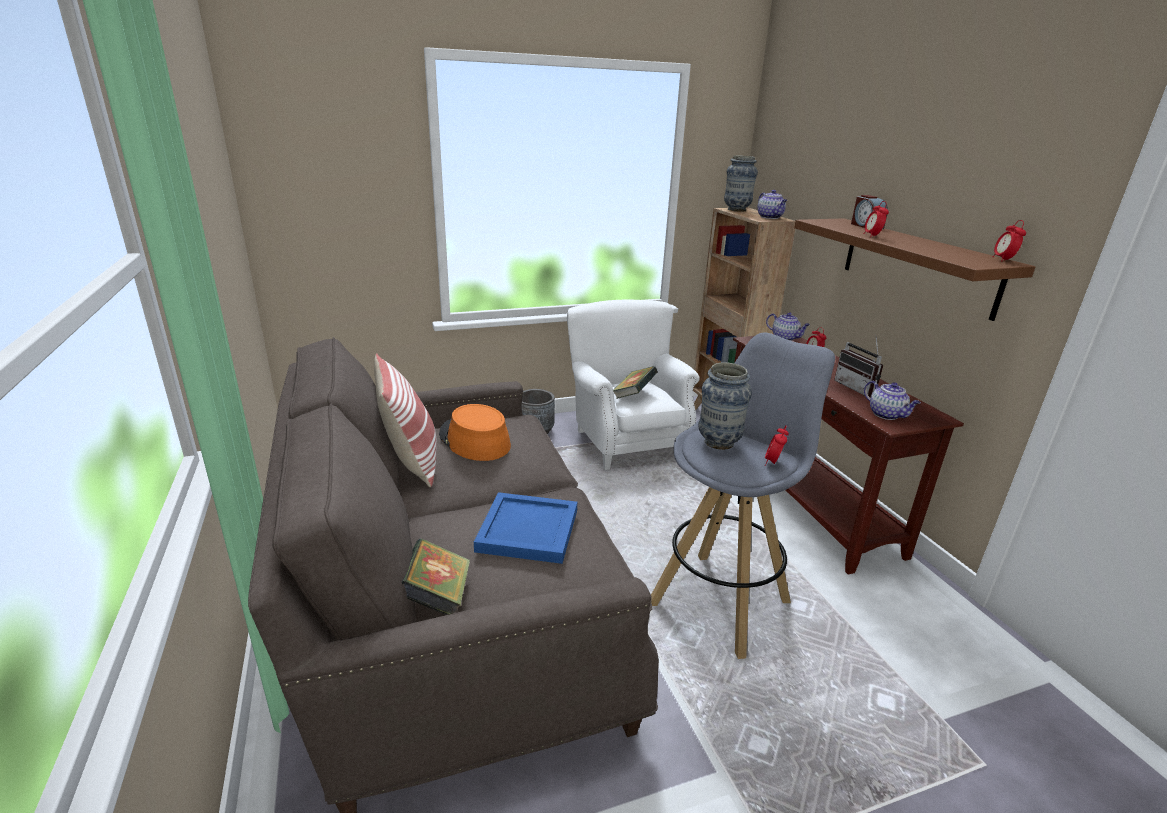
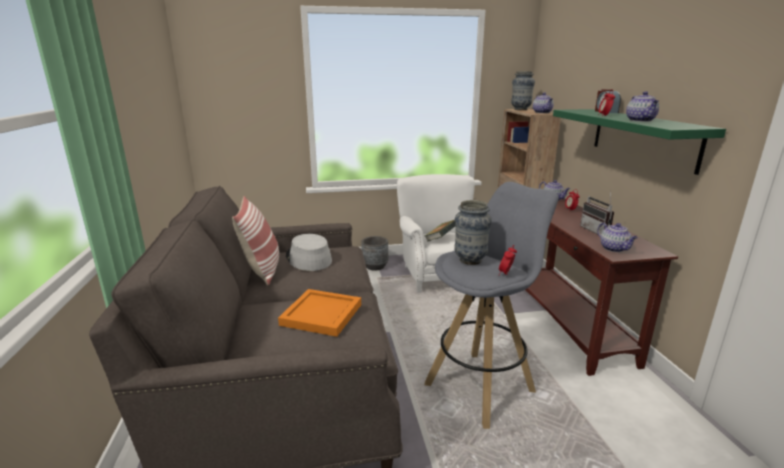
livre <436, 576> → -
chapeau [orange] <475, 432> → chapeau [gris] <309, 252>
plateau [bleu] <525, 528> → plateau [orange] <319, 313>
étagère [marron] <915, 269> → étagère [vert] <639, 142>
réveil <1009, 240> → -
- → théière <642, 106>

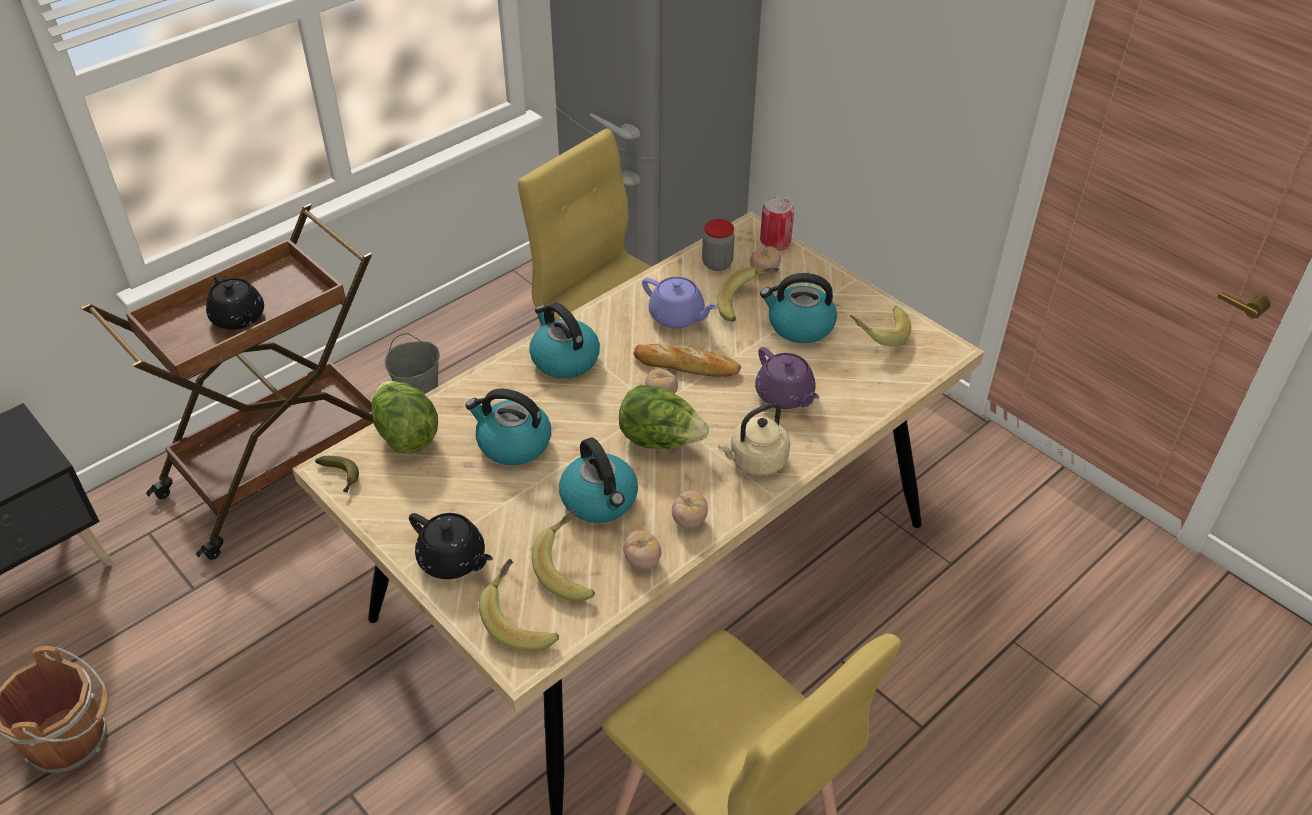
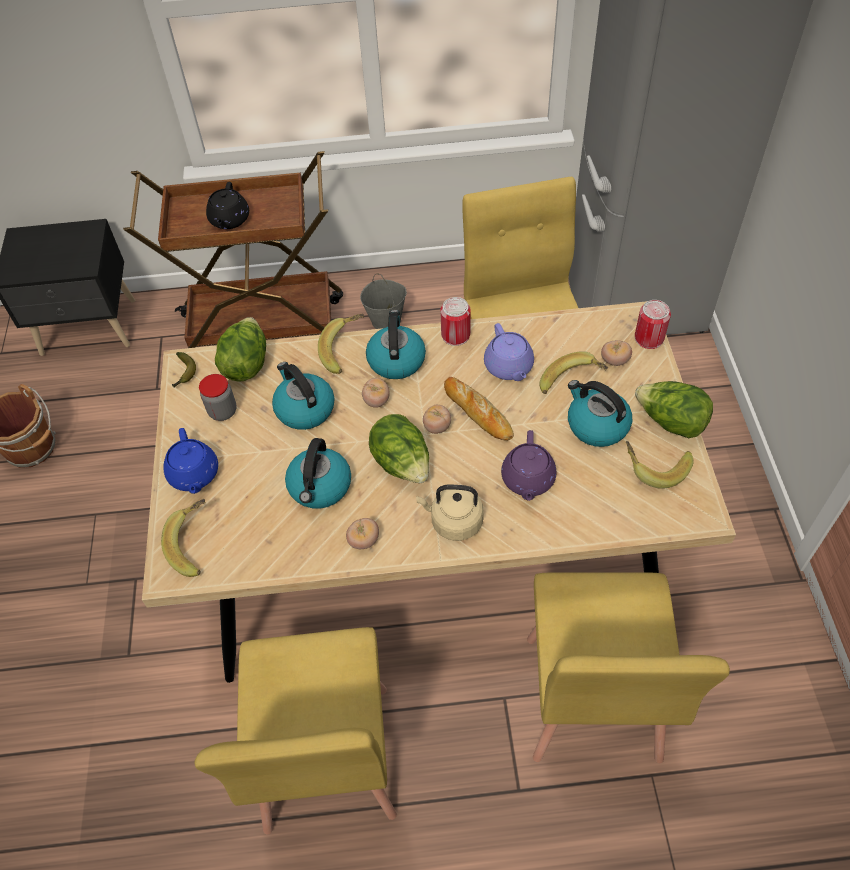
théière [noir] <451, 546> → théière [bleu] <190, 461>
banane <563, 555> → banane <341, 344>, moved
tomate <642, 549> → tomate <376, 393>, moved
bocal <718, 245> → bocal <218, 397>, moved
- → boîte métallique <455, 321>
- → chaise [jaune] <628, 667>
- → laitue <674, 409>

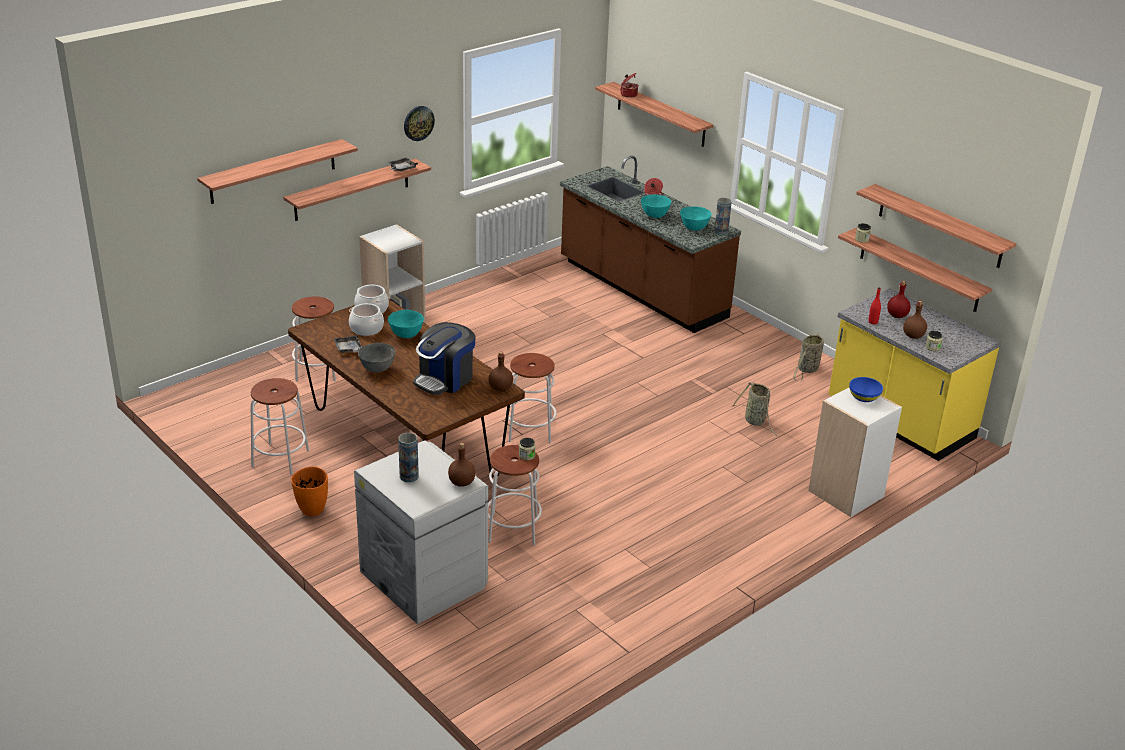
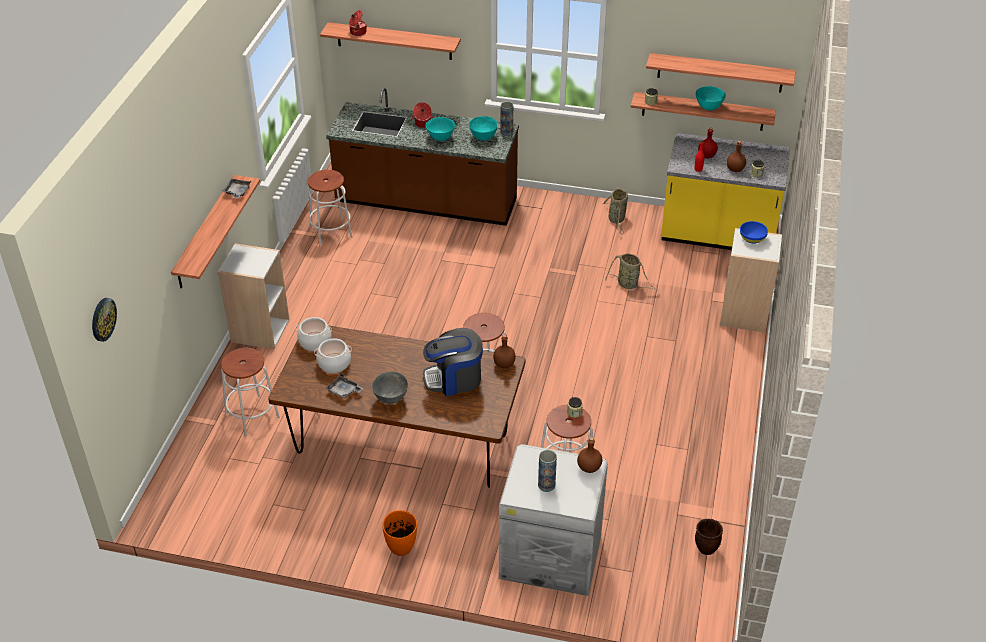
étagère <277, 171> → -
tabouret [blanc] <280, 426> → tabouret [blanc] <330, 207>, moved
bol [turquoise] <406, 324> → bol [turquoise] <710, 98>, moved
horloge murale <419, 123> → horloge murale <104, 320>, moved
machine à café <444, 358> → machine à café <453, 362>, 75 degrees clockwise
- → cache-pot [marron] <709, 537>

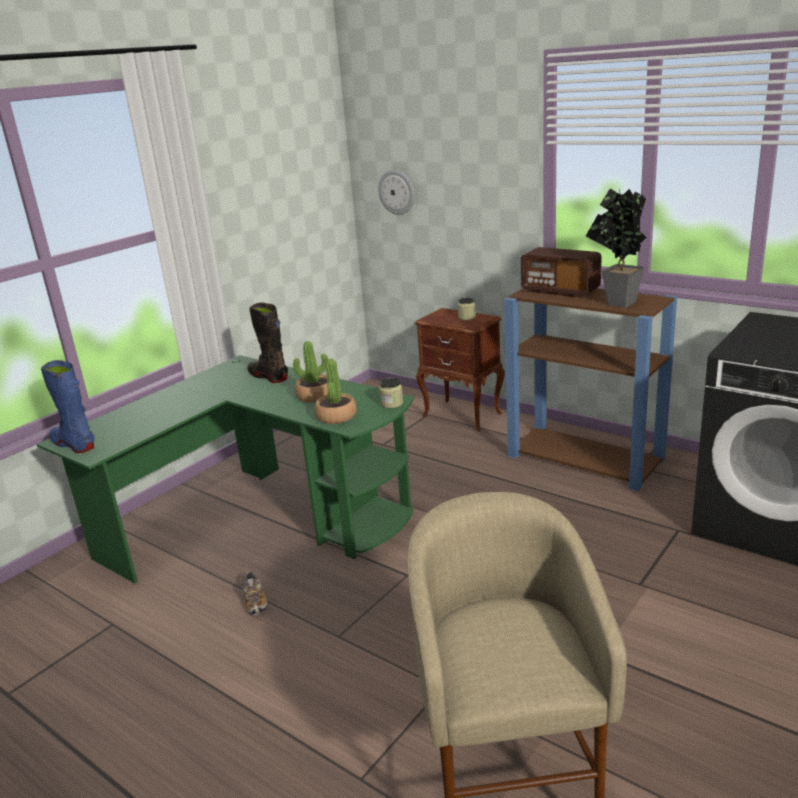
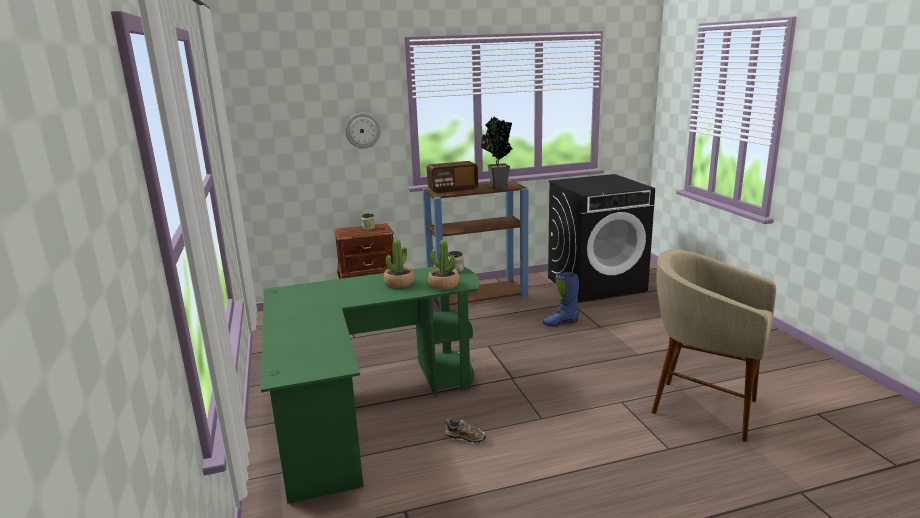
botte [bleu] <67, 406> → botte [bleu] <561, 299>, moved
botte [noir] <267, 342> → -
horloge murale <396, 192> → horloge murale <363, 131>, moved

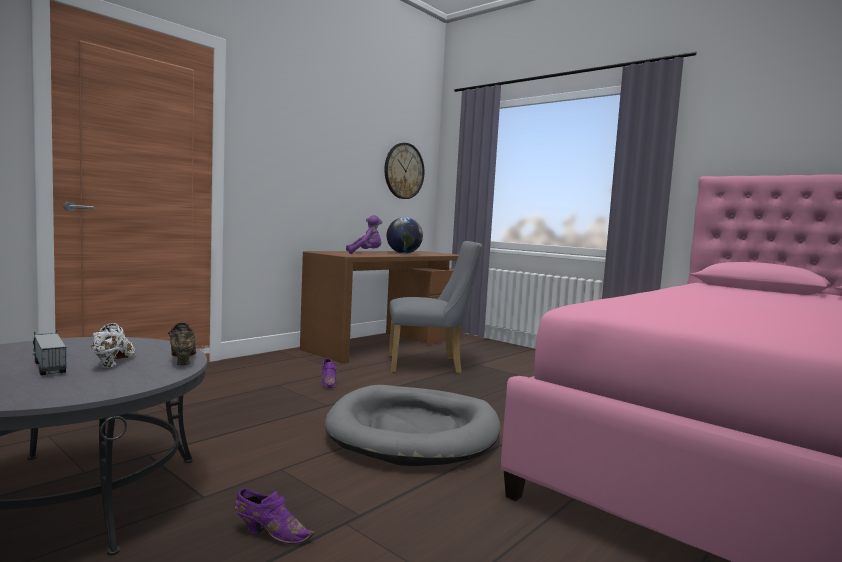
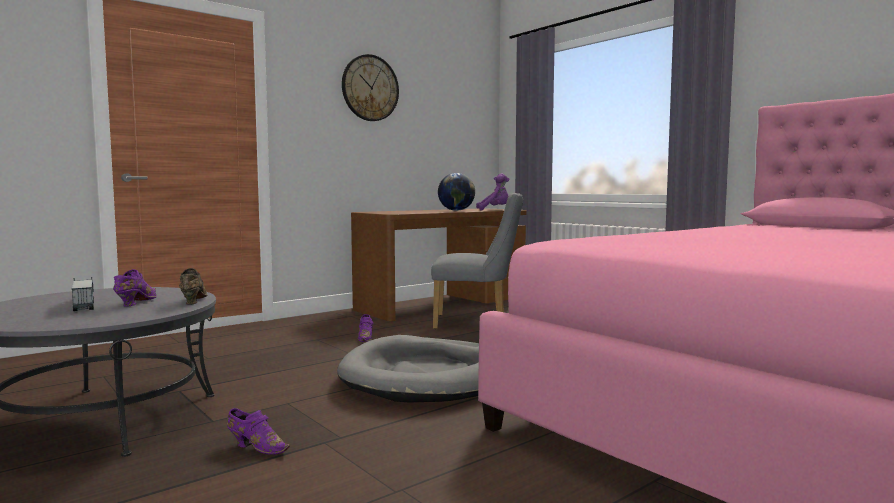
chaussure [blanc] <113, 345> → chaussure [violet] <135, 288>
peluche [violet] <364, 234> → peluche [violet] <492, 192>, moved
horloge murale <404, 171> → horloge murale <370, 87>, moved

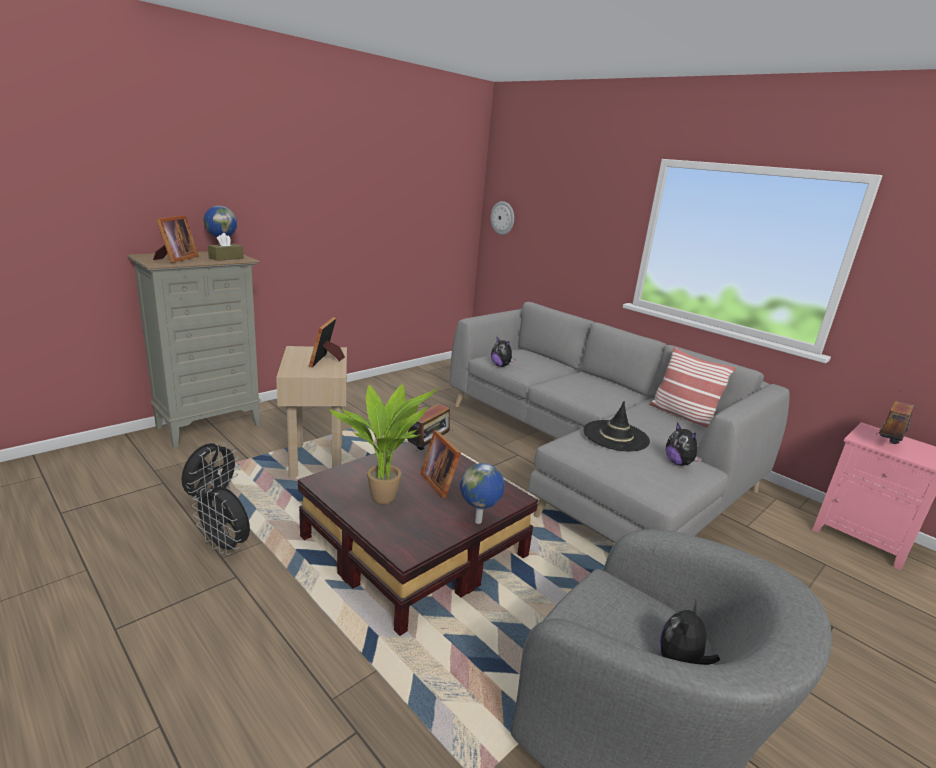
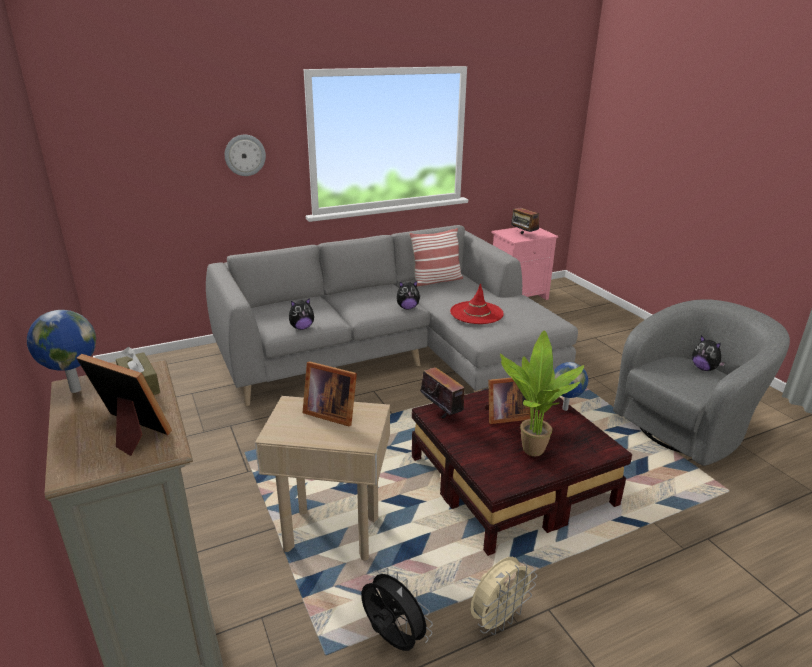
ventilateur [noir] <221, 520> → ventilateur [beige] <503, 596>
horloge murale <502, 218> → horloge murale <245, 155>, moved
chapeau [noir] <616, 426> → chapeau [rouge] <477, 303>
peluche <684, 444> → peluche <408, 295>, moved

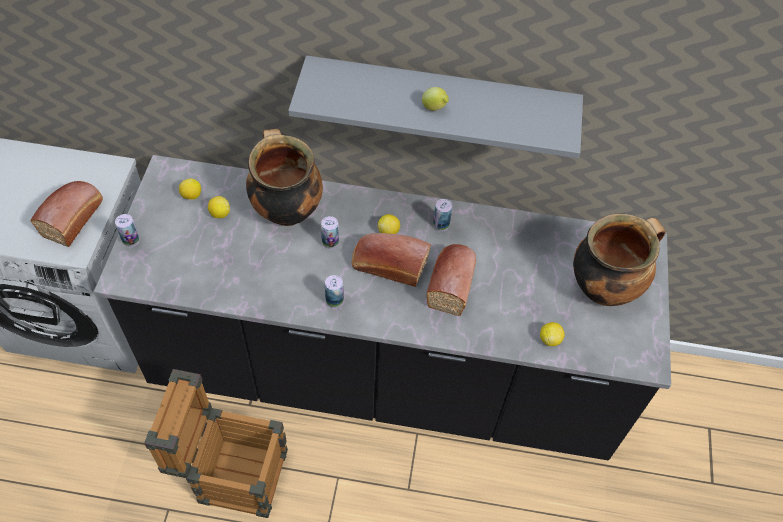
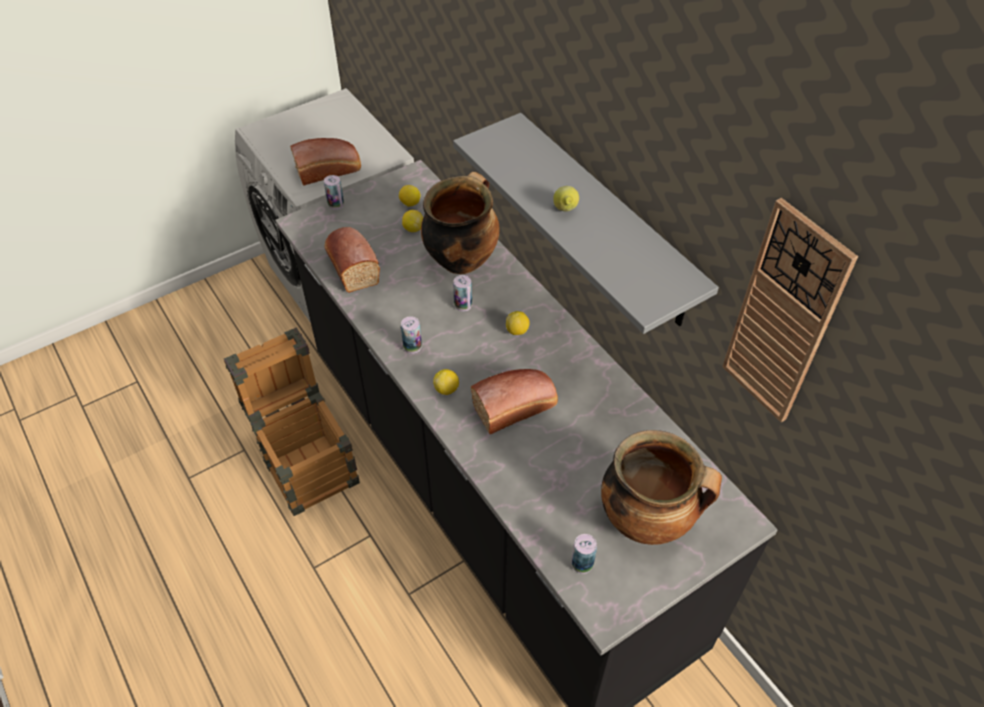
pain <391, 260> → pain <352, 260>, moved
boîte métallique <442, 215> → boîte métallique <584, 554>, moved
citron <552, 334> → citron <446, 382>, moved
- → horloge murale <790, 310>

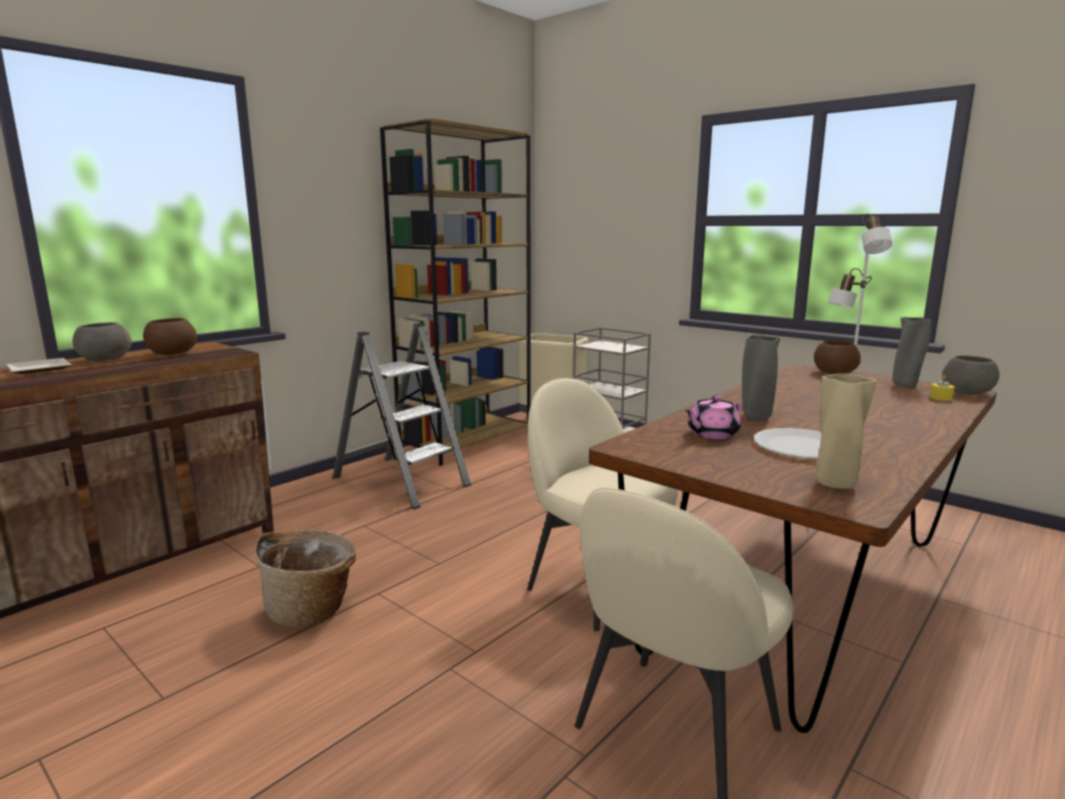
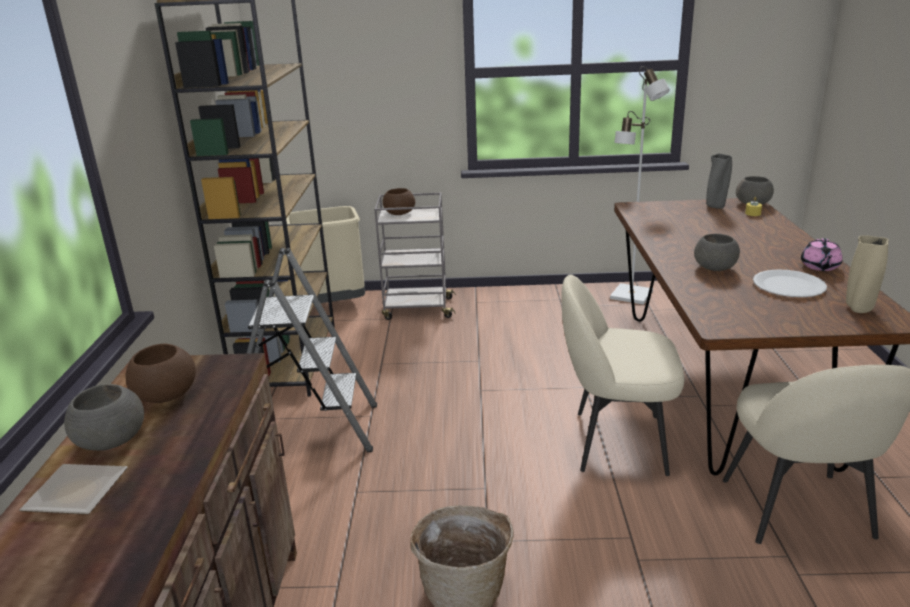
théière [rose] <713, 417> → théière [rose] <822, 254>, moved
vase [gris] <761, 377> → bol [gris] <717, 252>
bol [marron] <837, 357> → bol [marron] <399, 201>, moved

